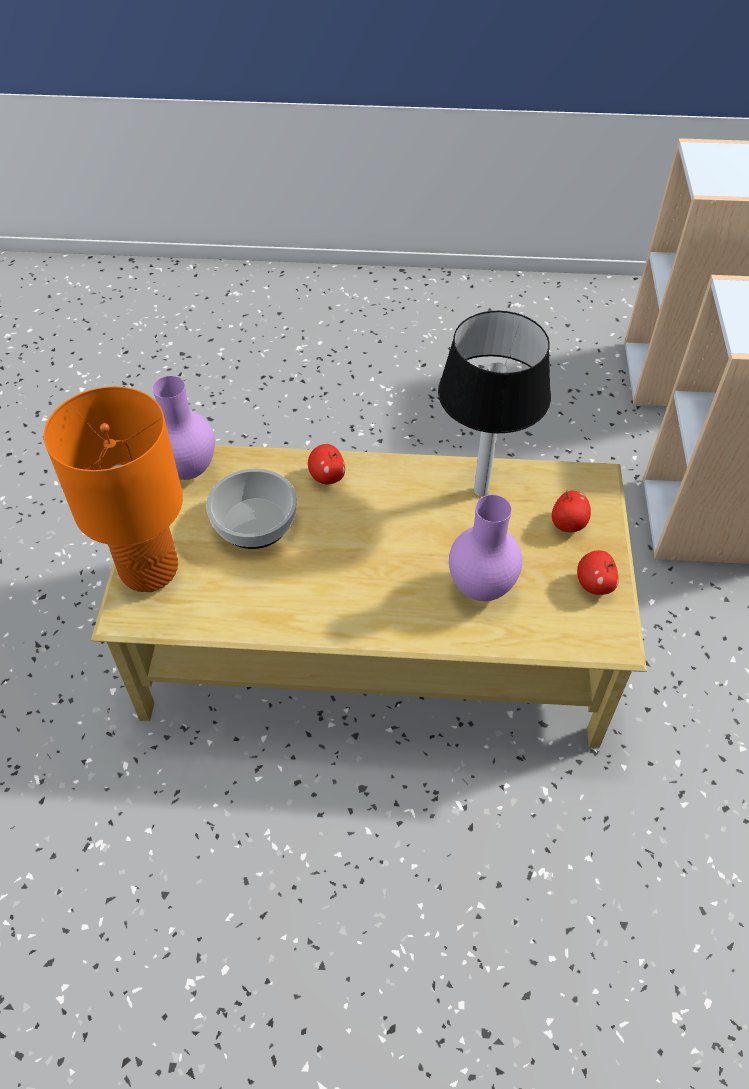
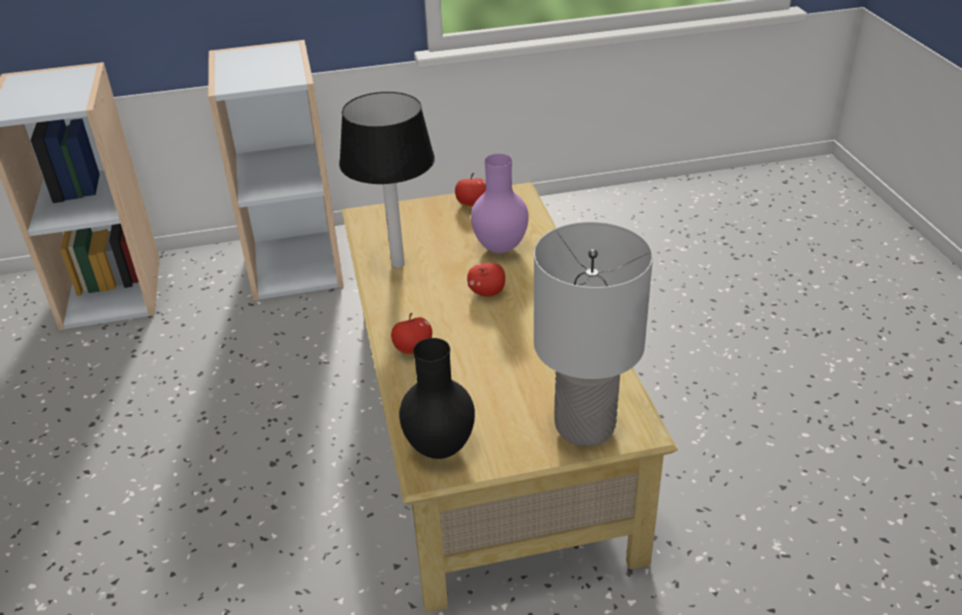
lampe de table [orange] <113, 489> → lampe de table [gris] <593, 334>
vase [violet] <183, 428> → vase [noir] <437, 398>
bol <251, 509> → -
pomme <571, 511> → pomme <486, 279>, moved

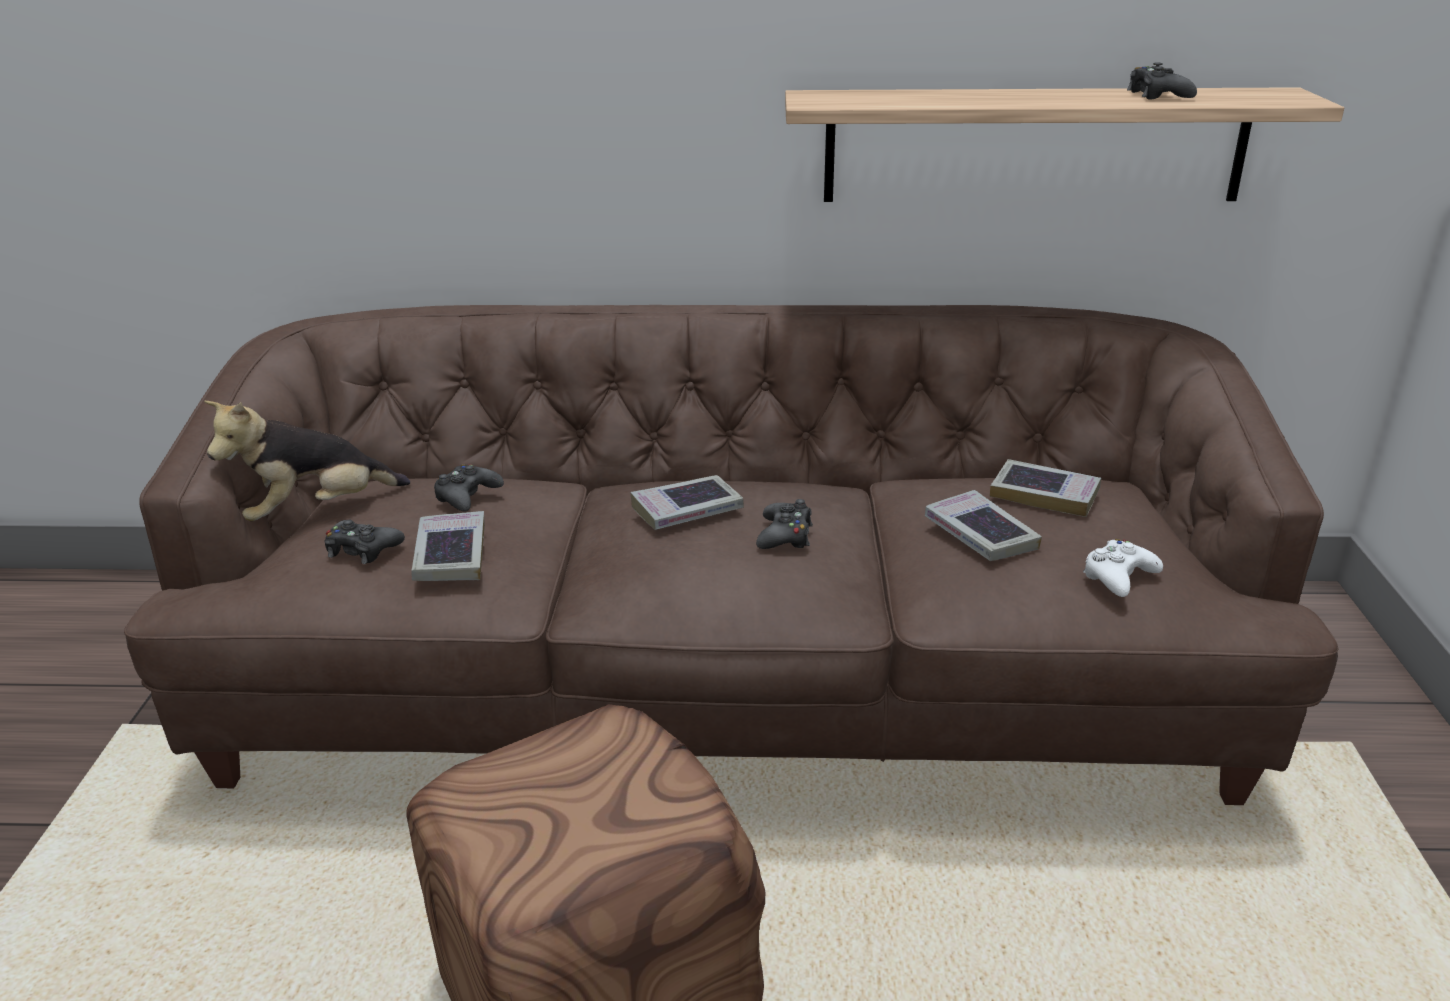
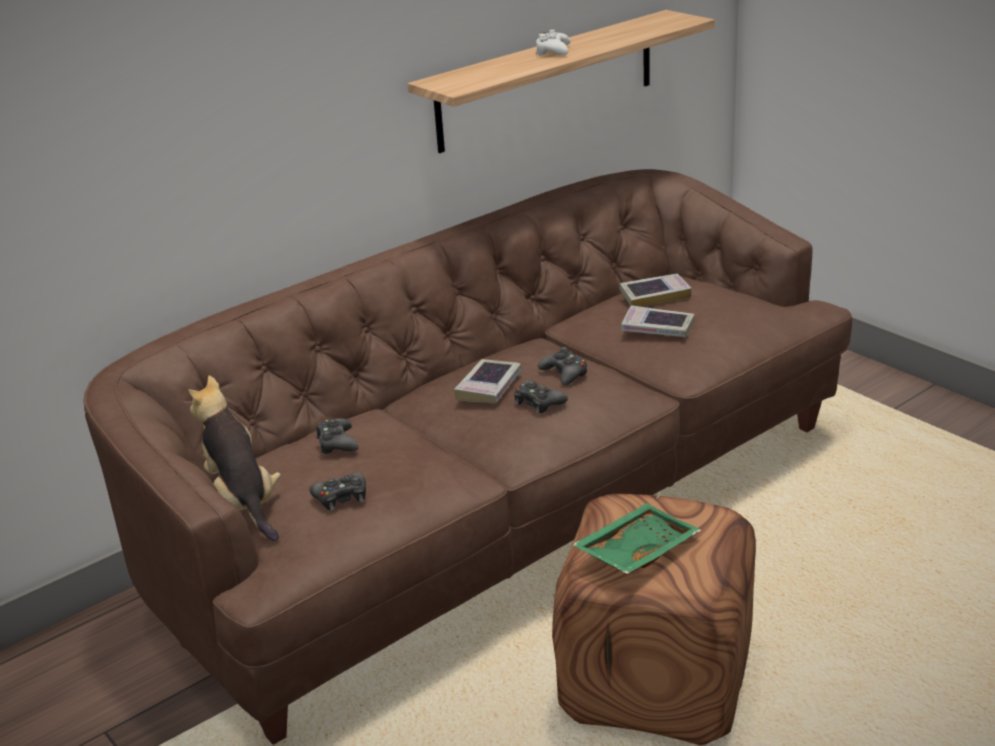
peluche <307, 461> → peluche <234, 458>, 135 degrees clockwise
livre <448, 546> → -
manette [blanc] <1123, 567> → manette [blanc] <553, 42>, moved
manette [noir] <1162, 81> → manette [noir] <541, 397>, moved
- → plateau [vert] <636, 538>

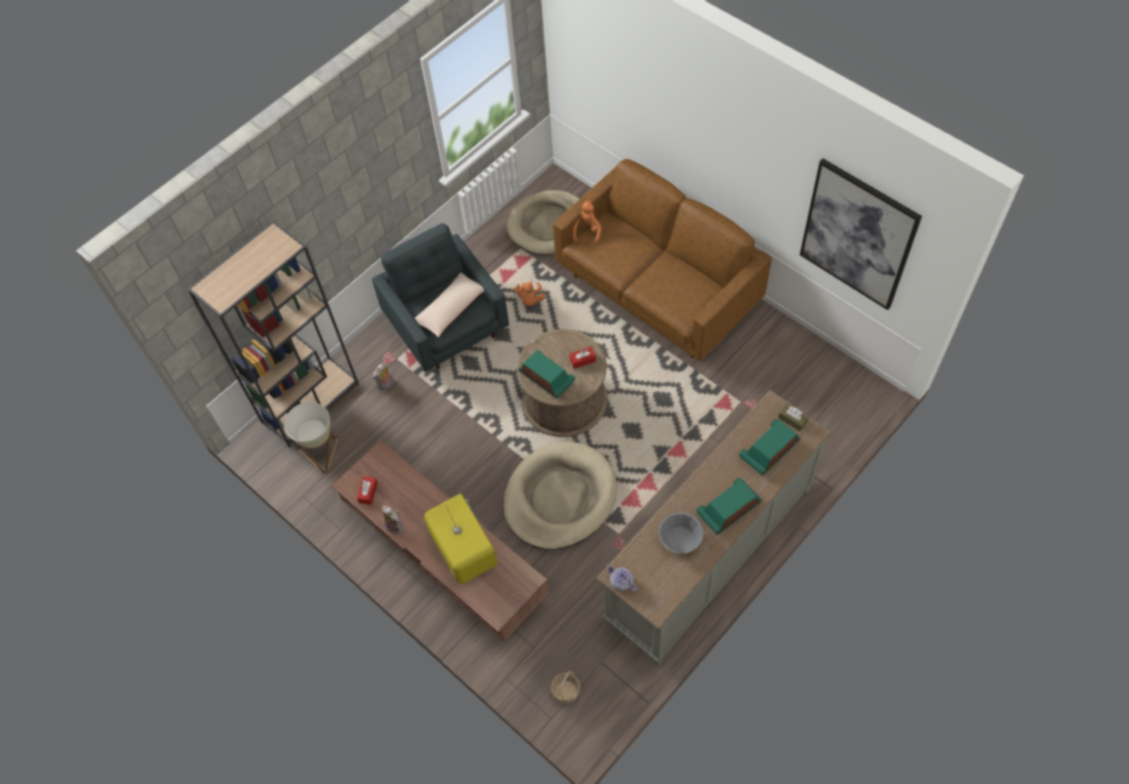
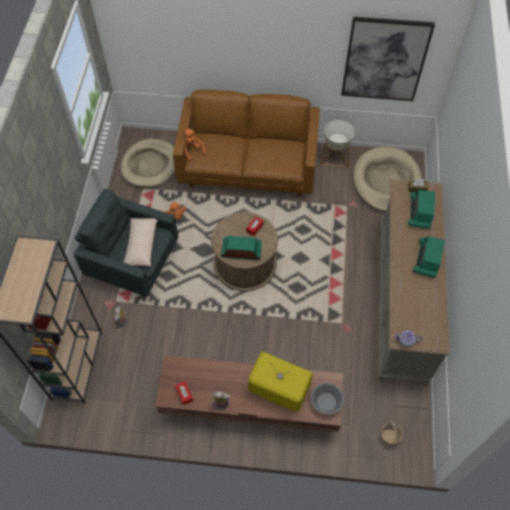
cache-pot <311, 438> → cache-pot <337, 143>, moved
panier pour chien [beige] <560, 495> → panier pour chien [beige] <387, 179>, moved
bol [gris] <681, 533> → bol [gris] <327, 398>, moved

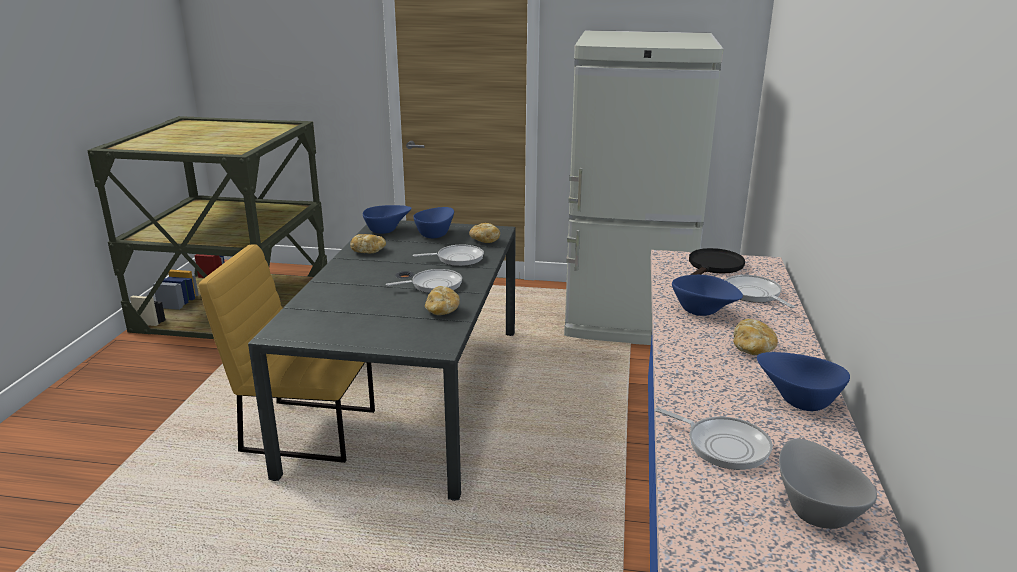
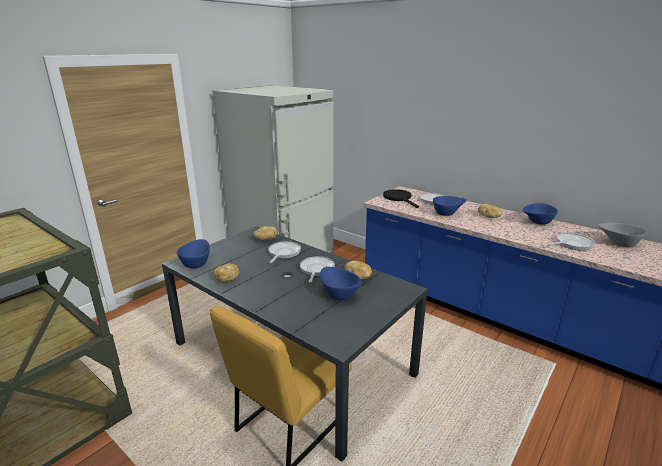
bol [bleu] <433, 222> → bol [bleu] <340, 283>, moved

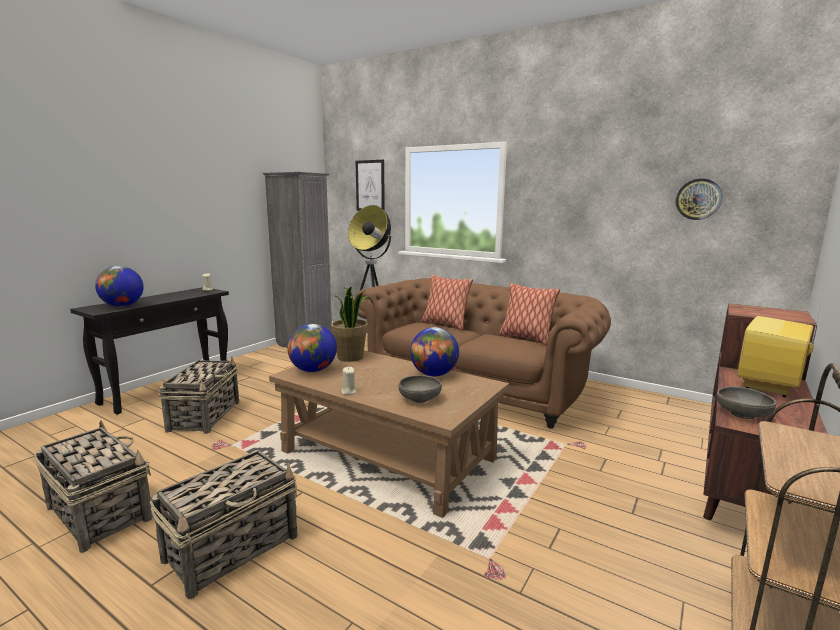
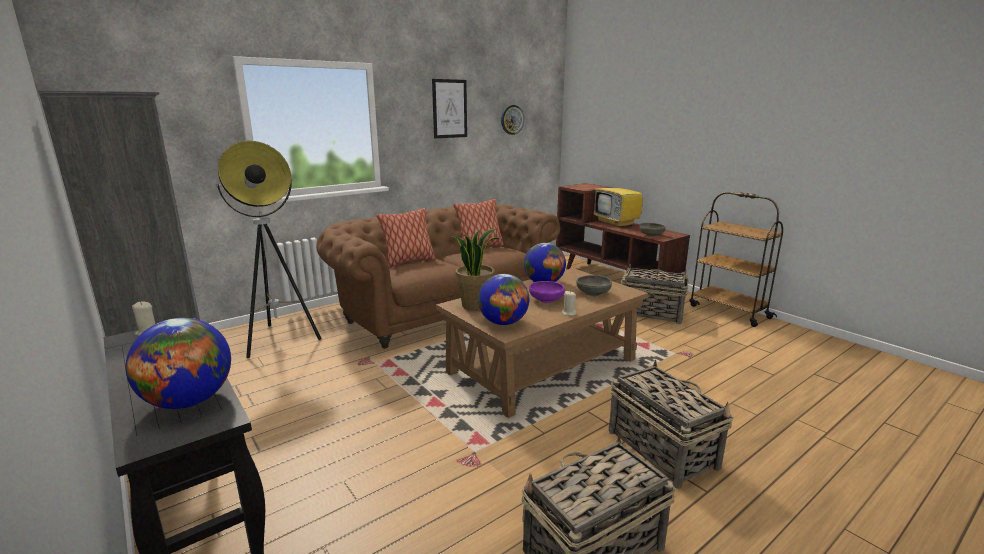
panier <198, 395> → panier <655, 294>, moved
tableau <370, 185> → tableau <449, 108>, moved
- → bol [violet] <547, 292>

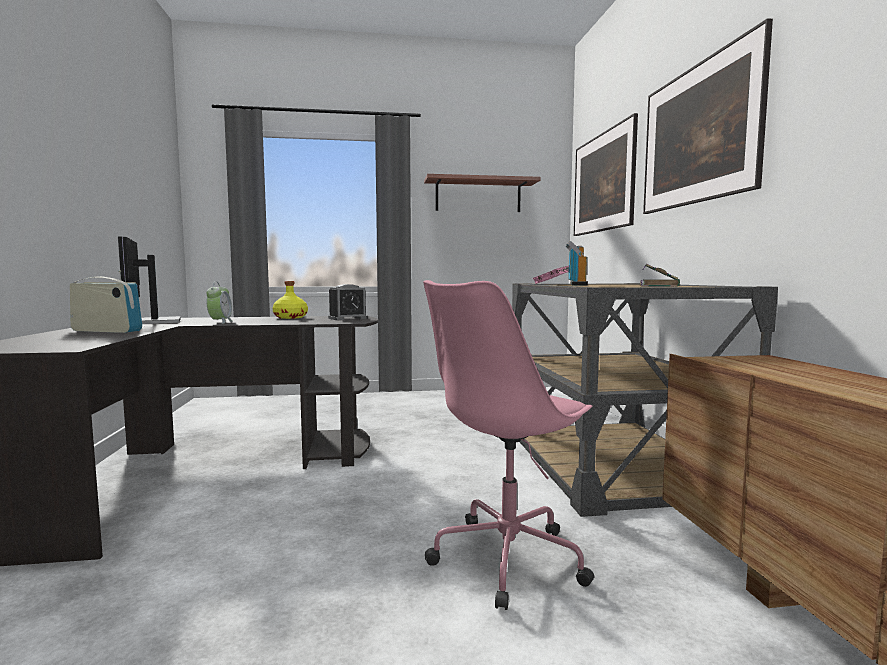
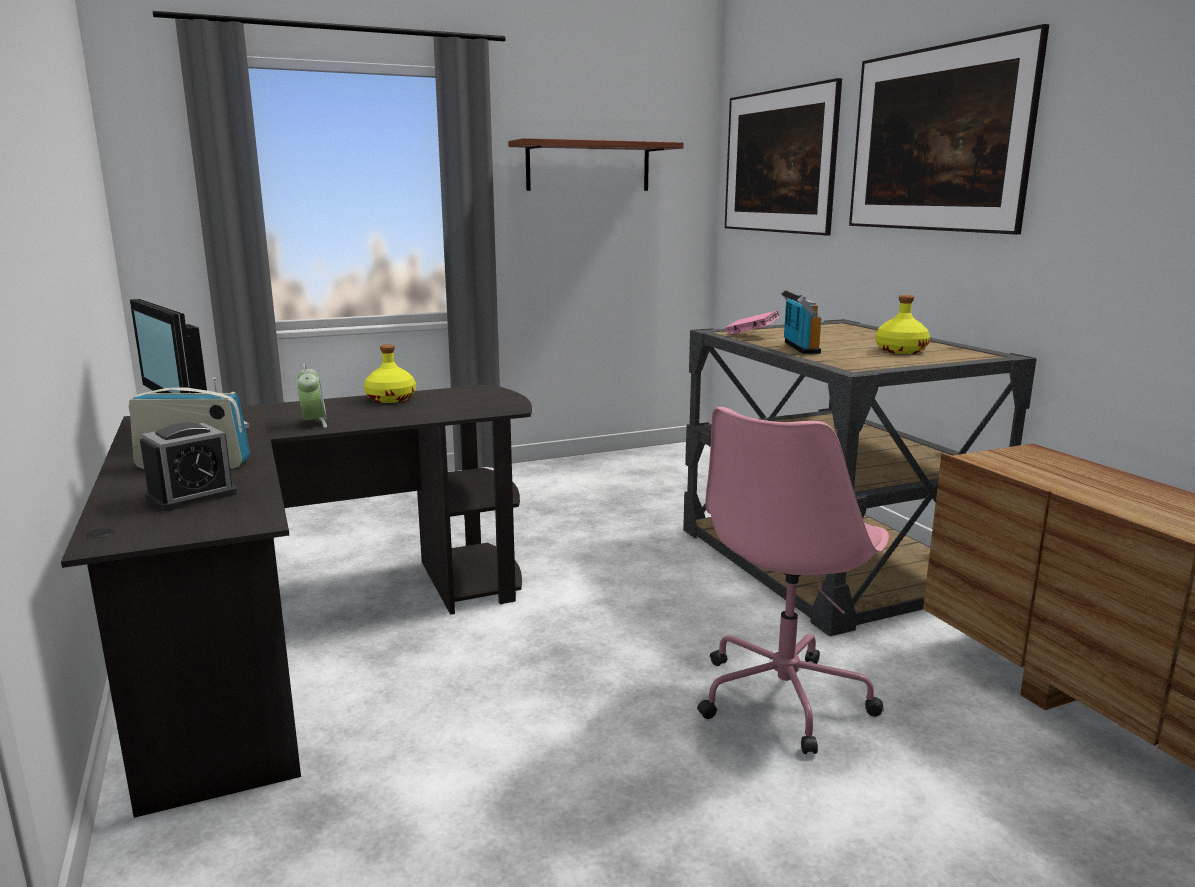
réveil <348, 302> → réveil <189, 467>, moved
livre <660, 275> → bouteille [jaune] <902, 324>

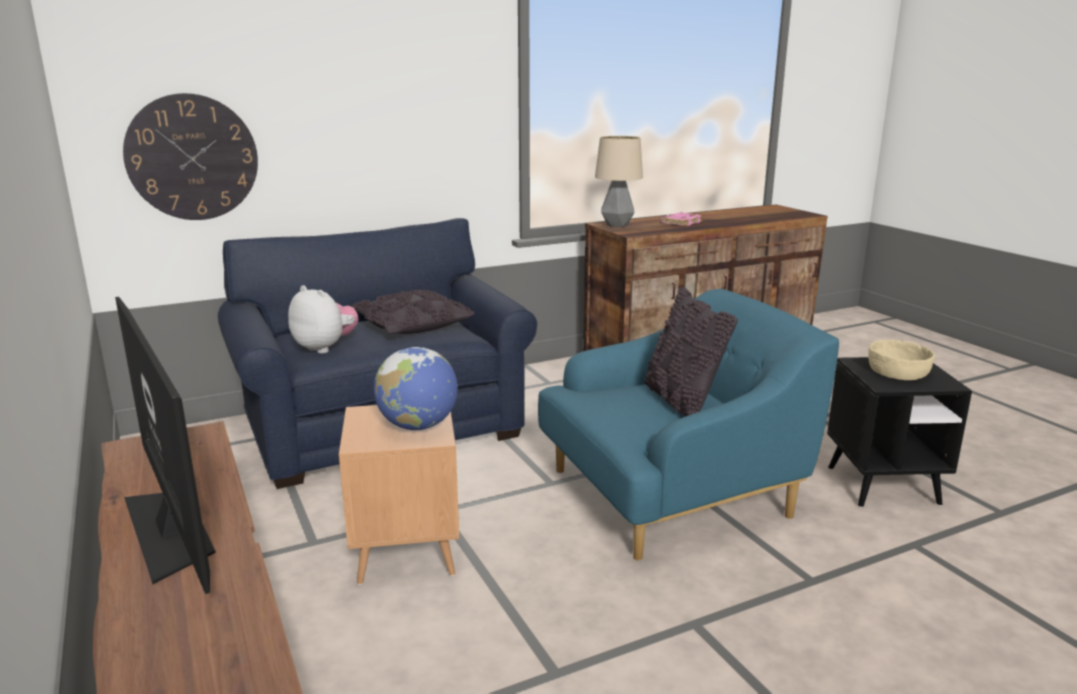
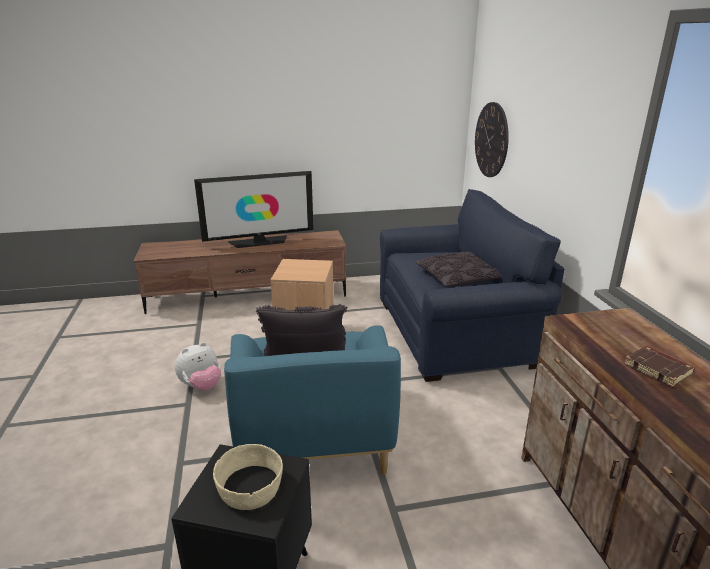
peluche <323, 319> → peluche <198, 366>, moved
globe <416, 388> → -
lampe de table <619, 181> → -
livre [rose] <682, 219> → livre [marron] <659, 366>

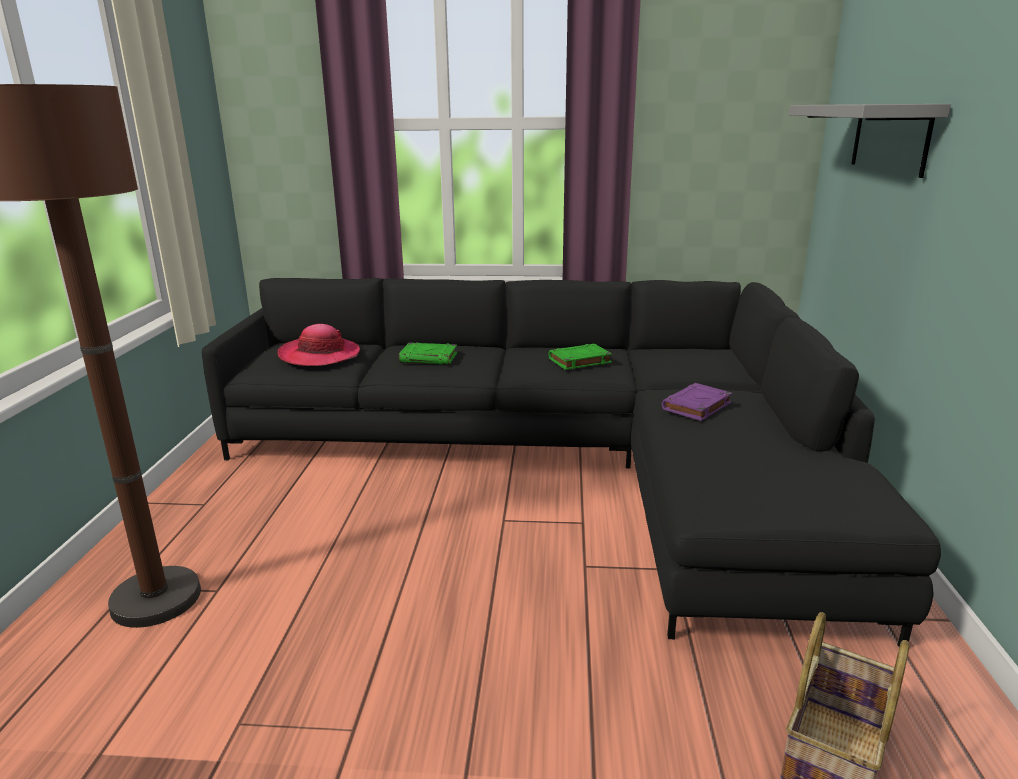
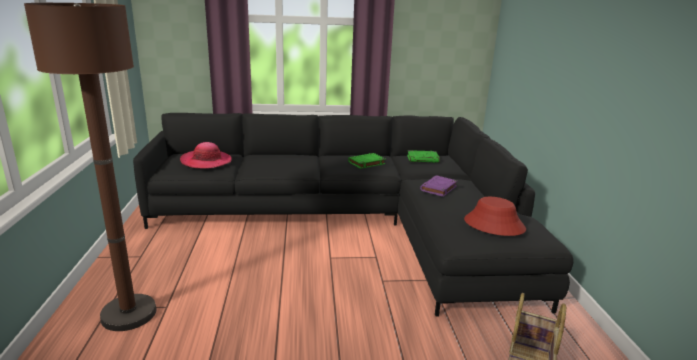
livre [vert] <428, 353> → livre [vert] <423, 156>, moved
étagère [gris] <870, 141> → -
- → chapeau [rouge] <495, 216>

